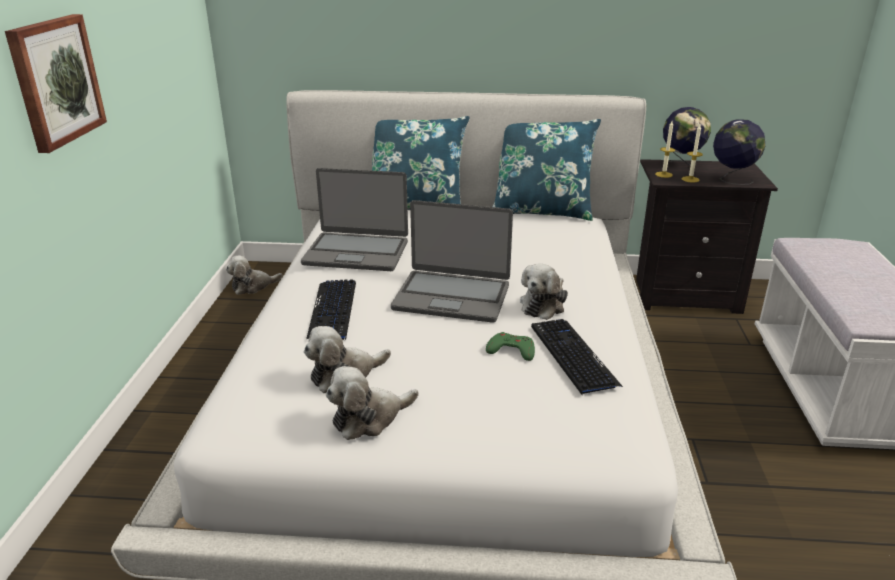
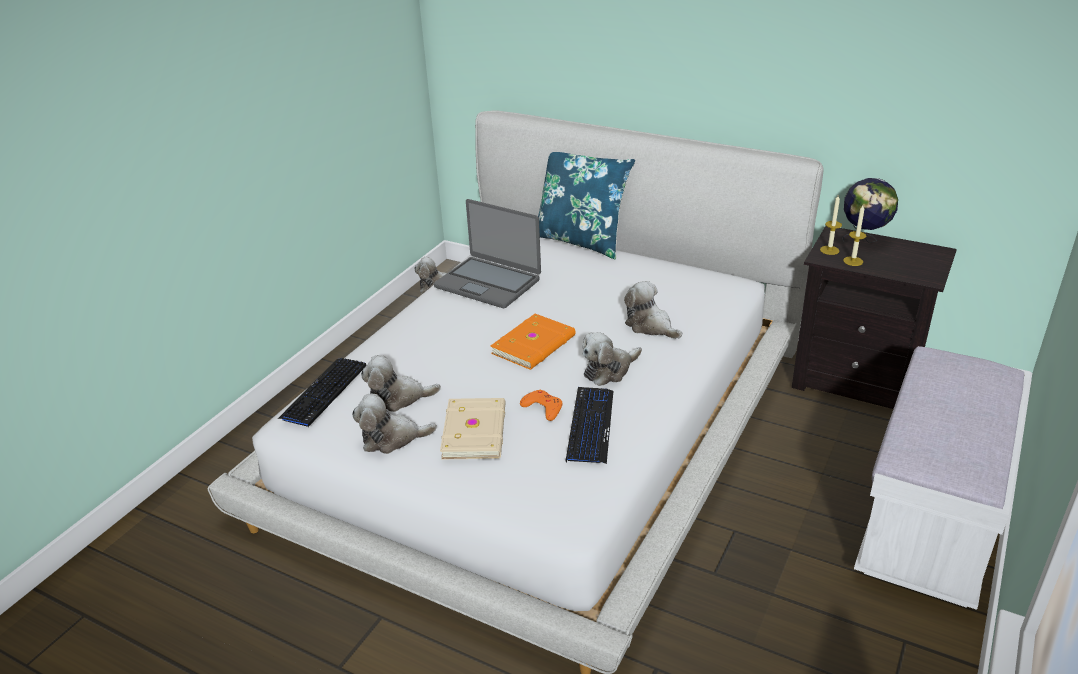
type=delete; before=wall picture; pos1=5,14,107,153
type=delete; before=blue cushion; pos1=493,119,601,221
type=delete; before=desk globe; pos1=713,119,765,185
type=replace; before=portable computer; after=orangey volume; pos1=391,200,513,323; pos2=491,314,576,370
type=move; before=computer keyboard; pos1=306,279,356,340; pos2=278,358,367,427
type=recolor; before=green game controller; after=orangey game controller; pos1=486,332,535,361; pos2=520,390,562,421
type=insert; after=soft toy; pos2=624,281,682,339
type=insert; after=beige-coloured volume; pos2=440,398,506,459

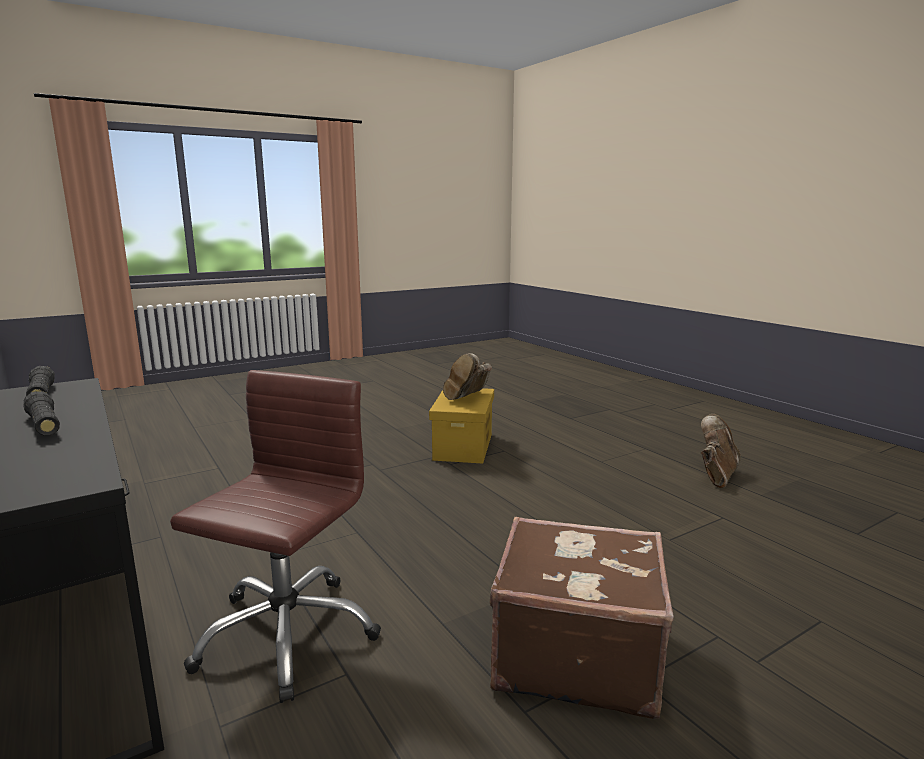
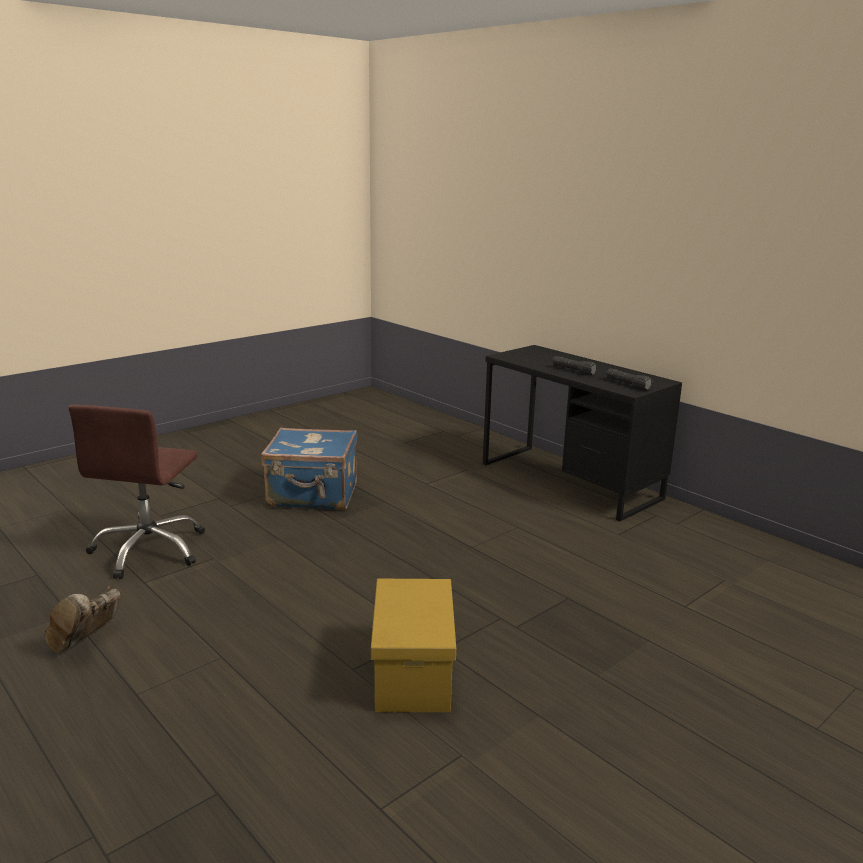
type=delete; before=brown-coloured boot; pos1=443,353,492,400
type=move; before=brown-coloured desk chair; pos1=170,370,381,703; pos2=68,405,205,579
type=recolor; before=brown-coloured piece of luggage; after=blue piece of luggage; pos1=490,517,674,719; pos2=261,427,357,510

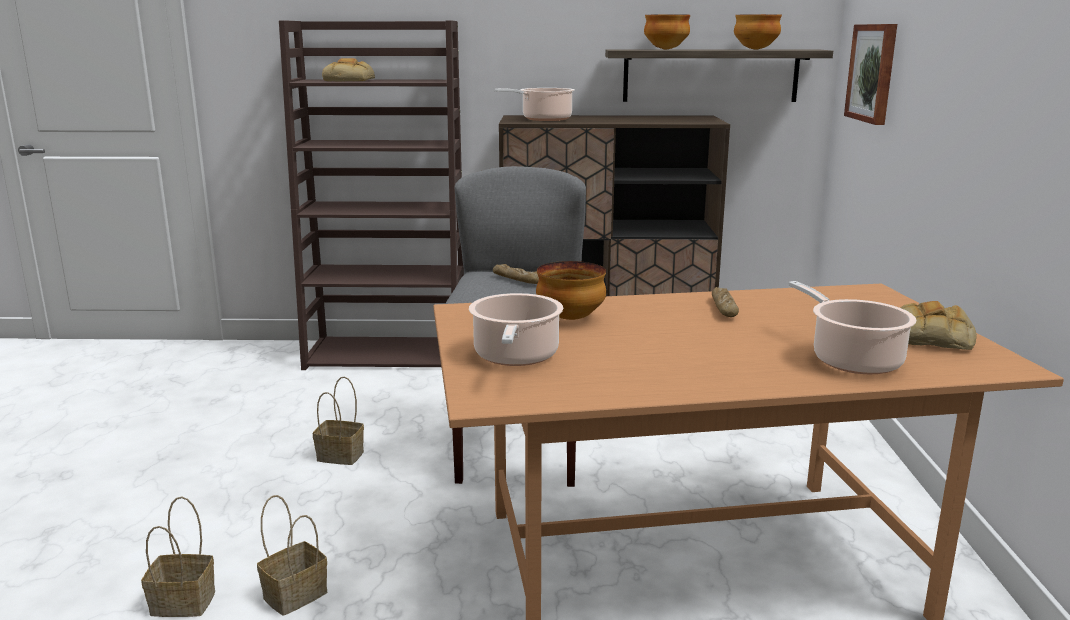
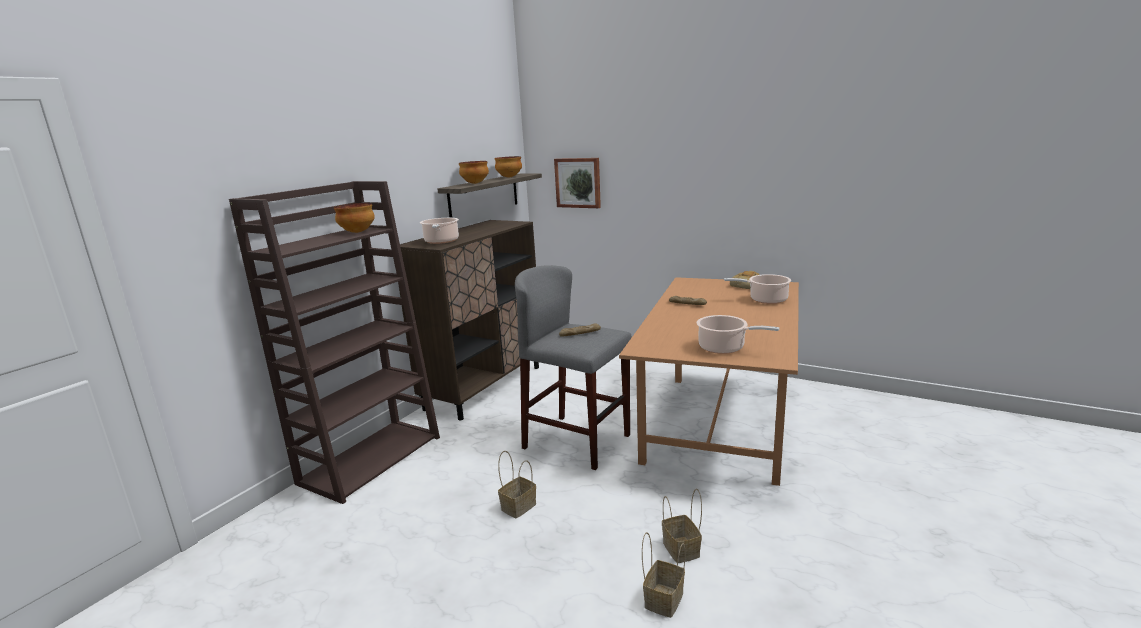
type=delete; before=baked bread; pos1=322,58,375,82
type=move; before=bowl; pos1=536,261,606,320; pos2=334,203,375,233

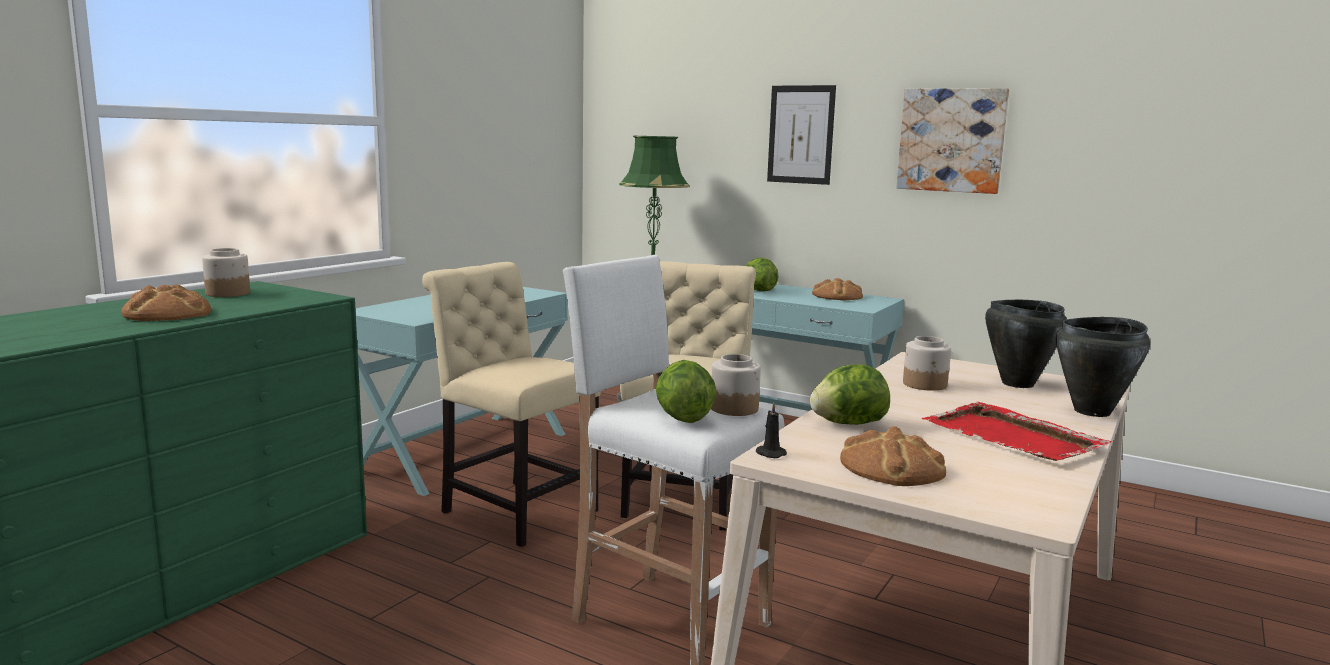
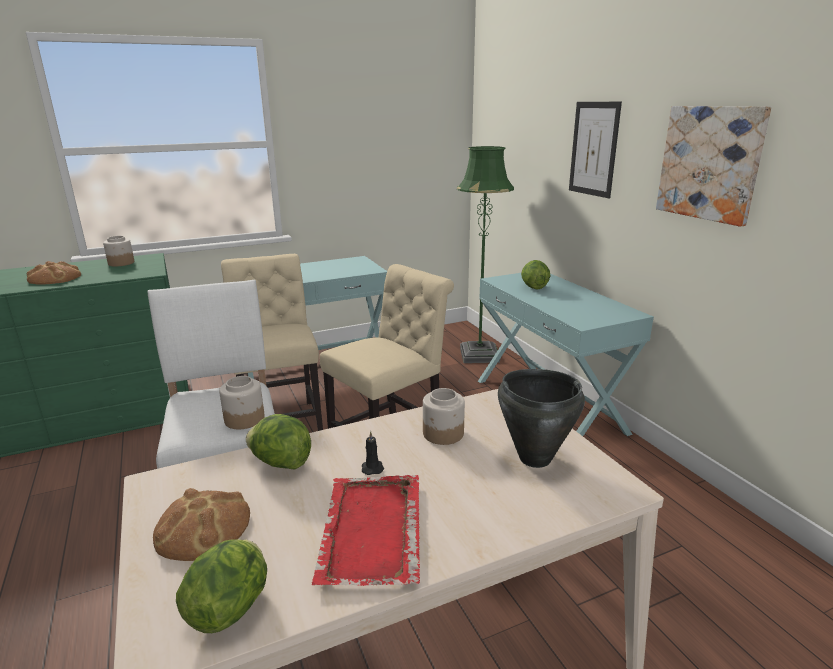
type=delete; before=baked bread; pos1=812,278,863,300
type=delete; before=black-coloured cooking pot; pos1=1056,317,1150,417
type=move; before=head of lettuce; pos1=656,360,717,423; pos2=176,539,267,633
type=move; before=black-coloured wax light; pos1=756,402,787,458; pos2=362,431,384,475

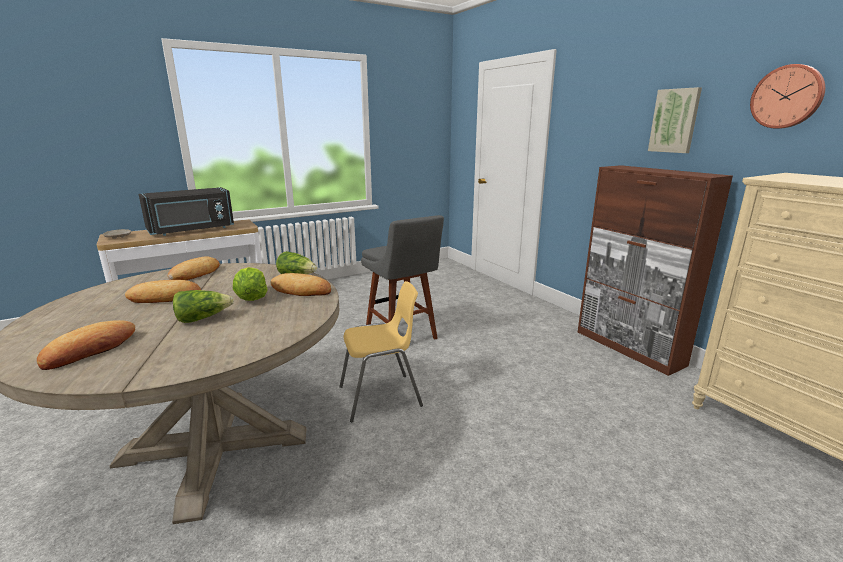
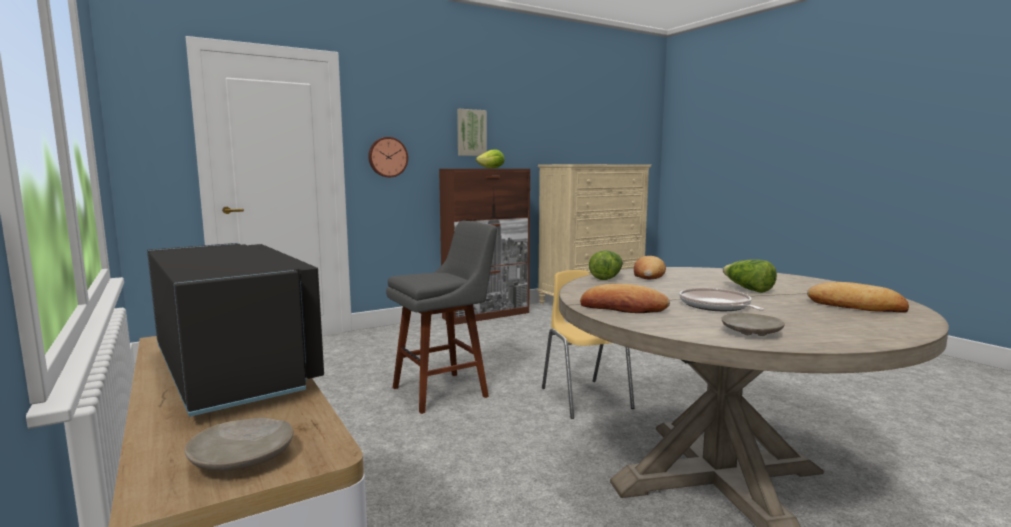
type=move; before=clock on the wall; pos1=750,64,825,129; pos2=368,137,408,177
type=move; before=head of lettuce; pos1=233,267,268,301; pos2=476,149,505,168
type=replace; before=baked bread; after=frying pan; pos1=125,280,201,303; pos2=679,288,765,311
type=insert; after=beige-coloured plate; pos2=721,313,785,336

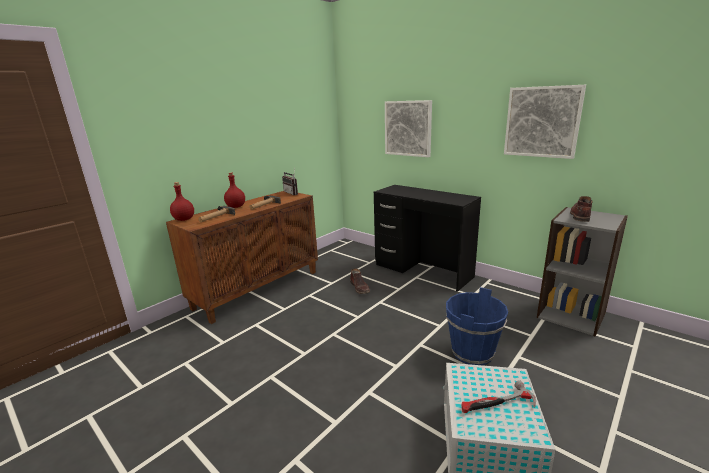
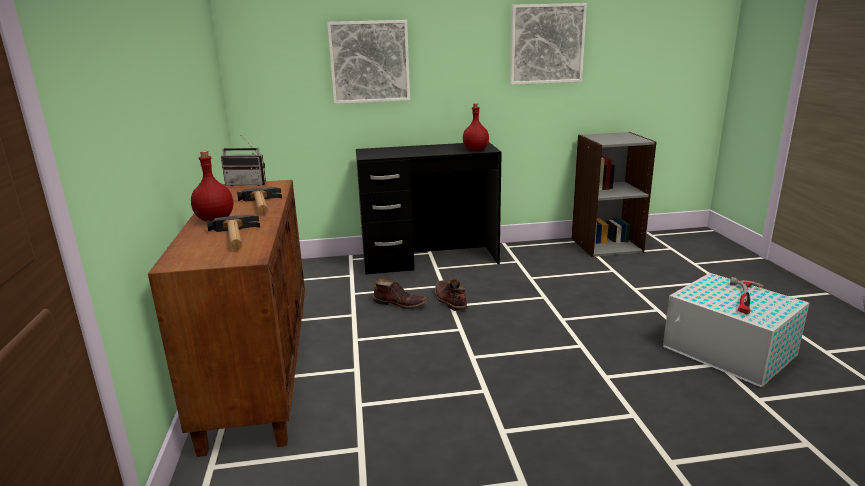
type=move; before=red drink bottle; pos1=170,182,194,221; pos2=463,103,489,151
type=move; before=brown-coloured boot; pos1=570,196,593,222; pos2=435,279,467,311
type=delete; before=blue pail; pos1=446,287,508,365

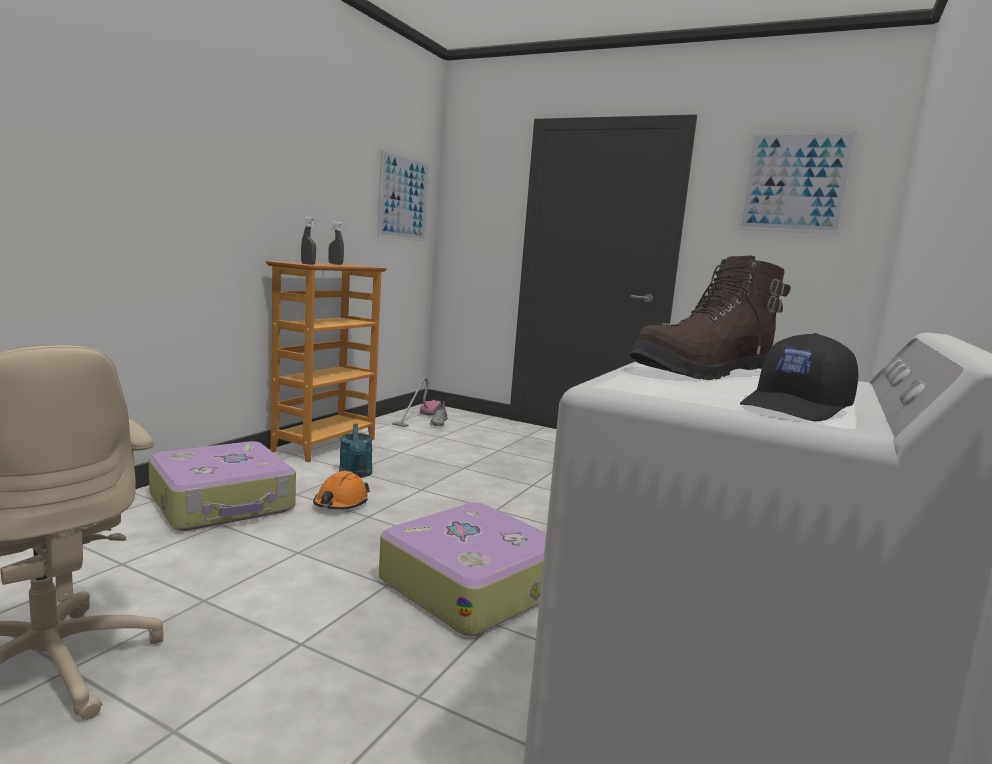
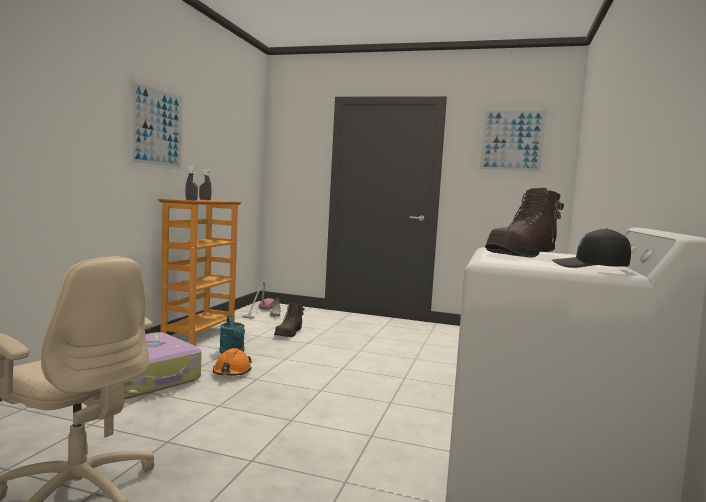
type=move; before=wall picture; pos1=377,149,430,242; pos2=129,78,183,170
type=rotate; before=black-coloured cap; pos1=740,333,858,421; pos2=552,228,631,268; turn=75
type=delete; before=piece of luggage; pos1=379,503,546,636
type=insert; after=brown-coloured boot; pos2=274,303,305,337

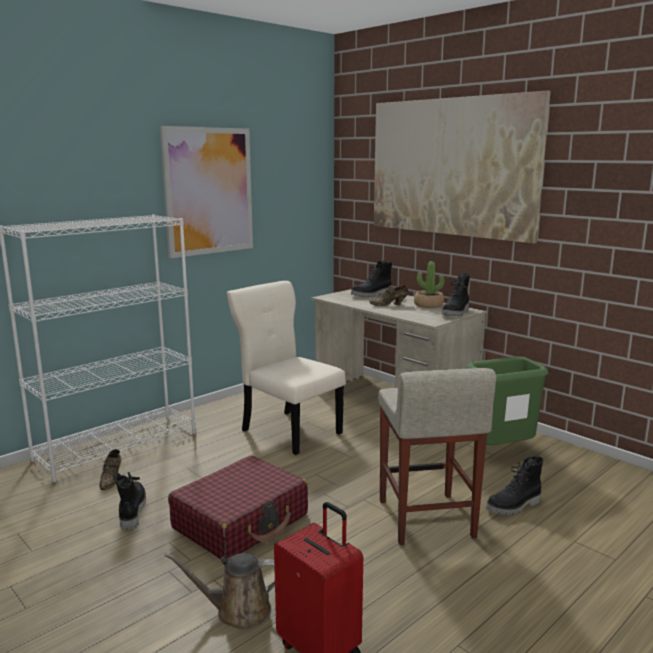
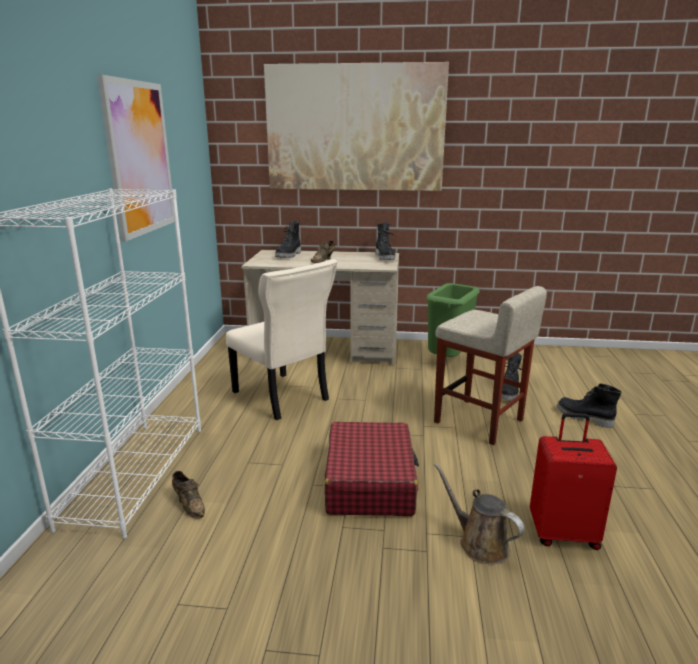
type=delete; before=plant in a pot; pos1=414,261,444,308
type=rotate; before=beige-coloured plain chair; pos1=227,281,346,455; pos2=226,259,337,420; turn=-135
type=move; before=black-coloured boot; pos1=115,472,146,530; pos2=557,383,621,428
type=rotate; before=brown-coloured watering pot; pos1=164,553,275,629; pos2=434,463,525,564; turn=90

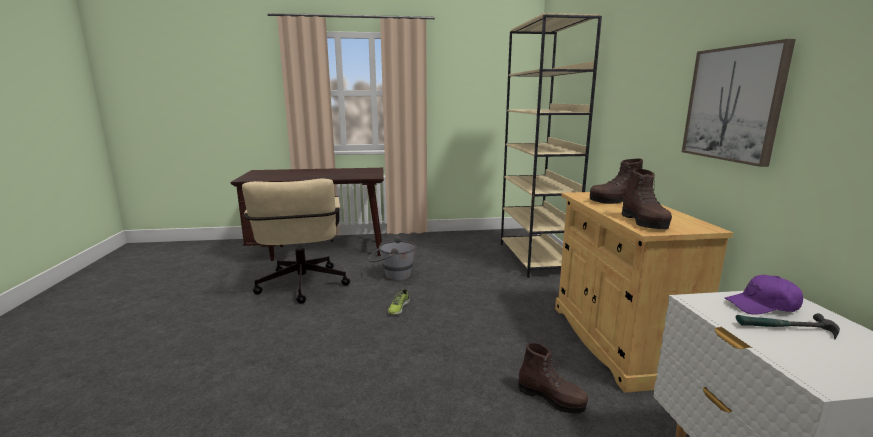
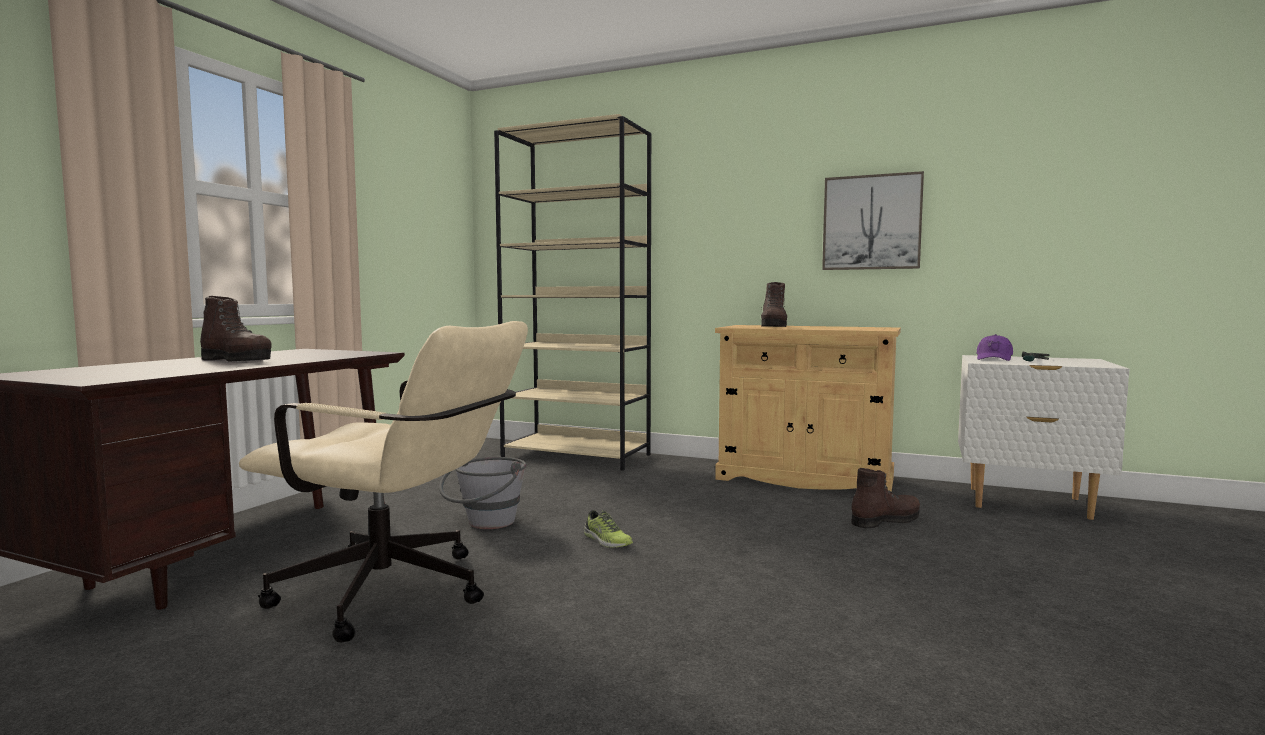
type=move; before=brown-coloured boot; pos1=622,168,672,229; pos2=200,296,272,361

